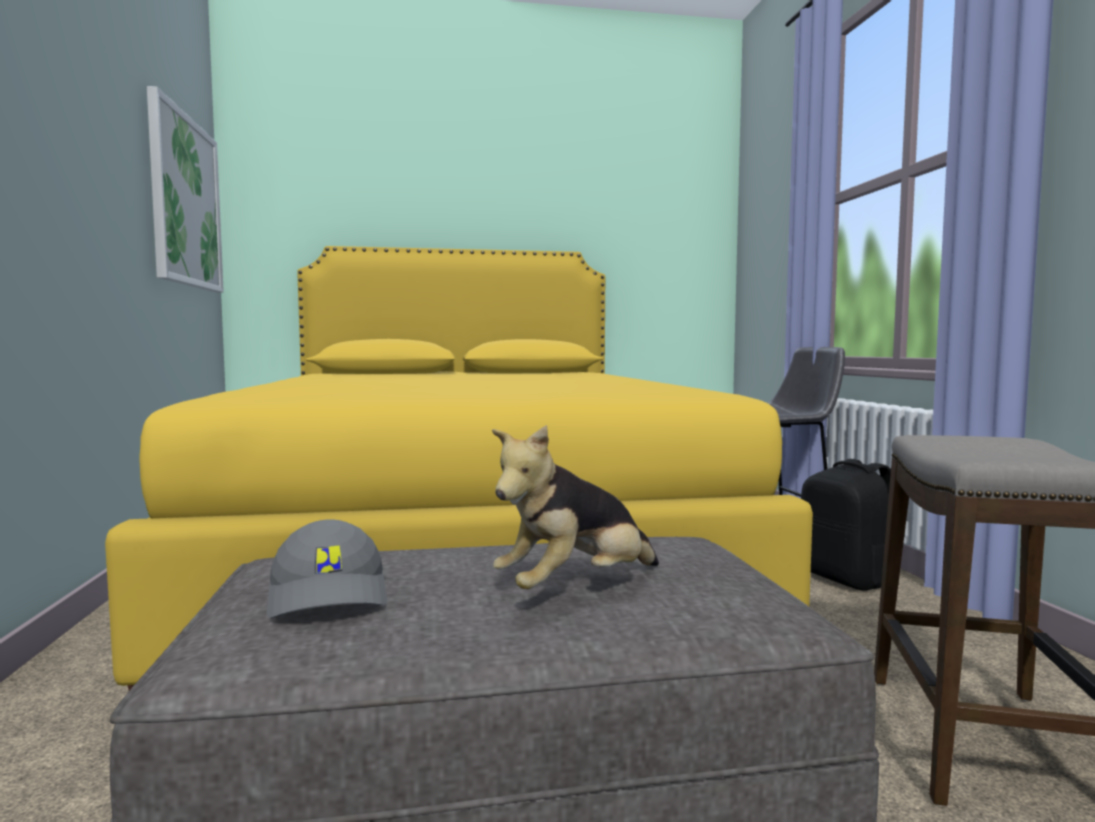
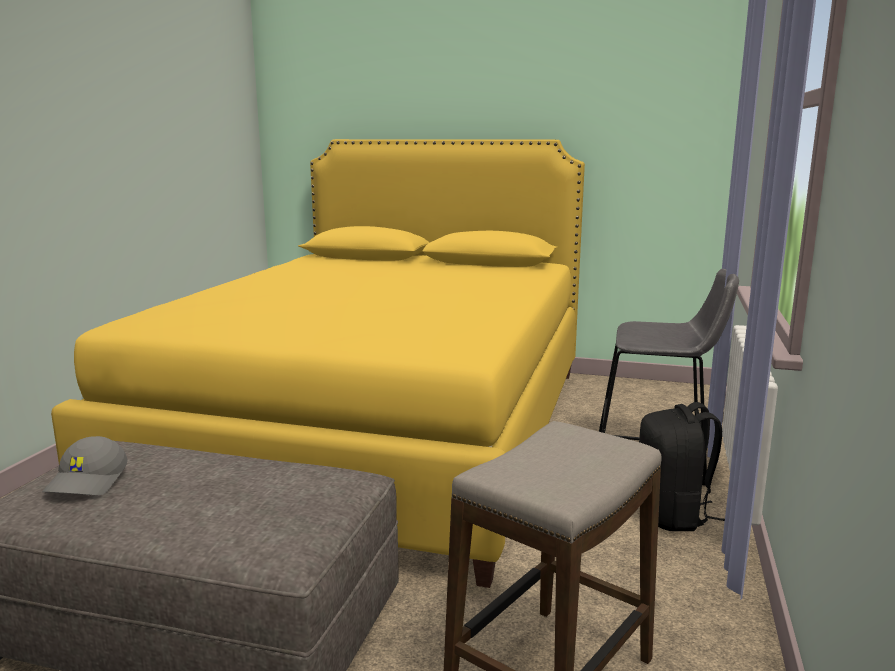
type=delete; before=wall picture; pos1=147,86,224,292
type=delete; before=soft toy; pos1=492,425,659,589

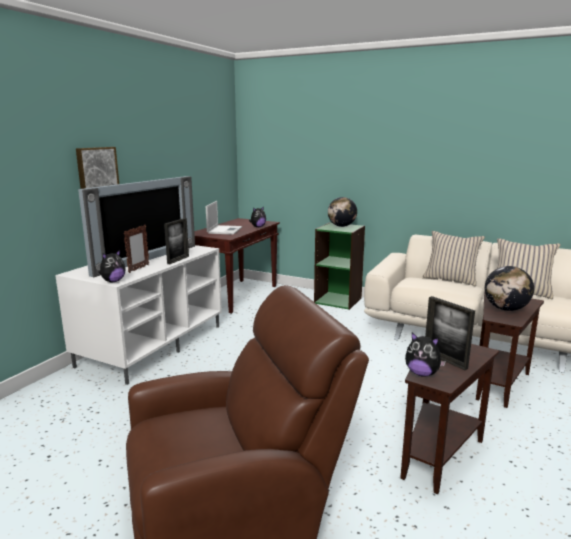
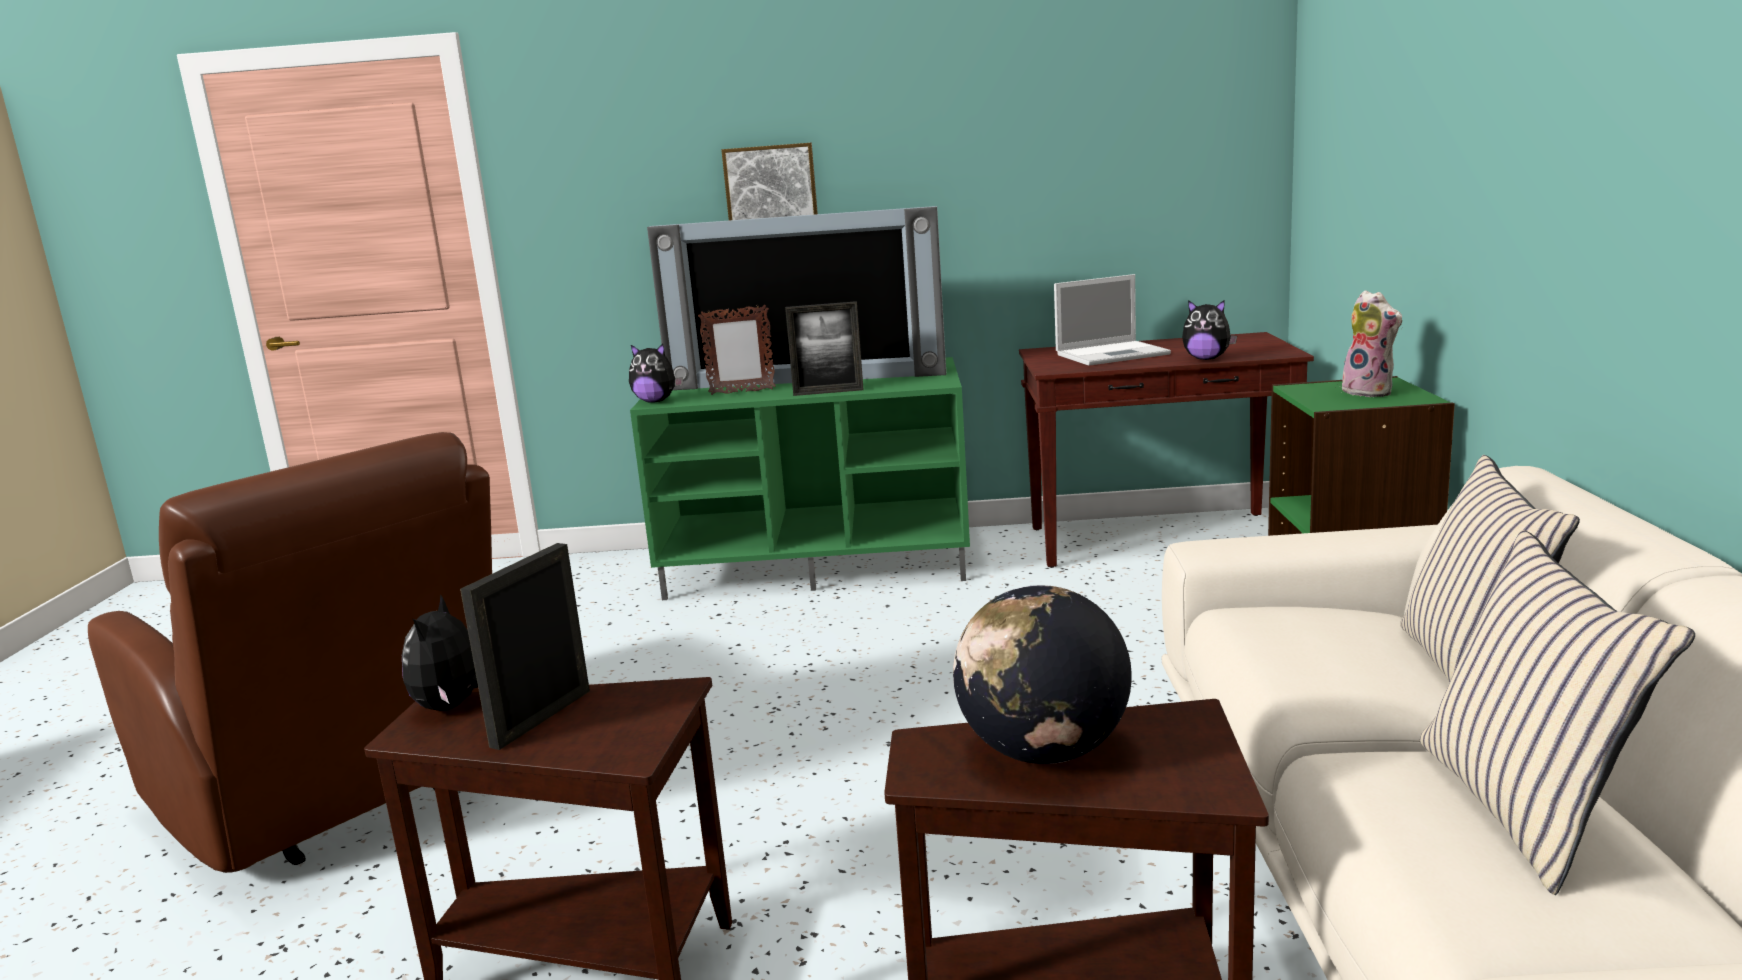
type=replace; before=desk globe; after=soft toy; pos1=328,197,357,227; pos2=1342,290,1402,397
type=recolor; before=white-coloured tv unit; after=green tv unit; pos1=55,245,222,385; pos2=630,357,970,600

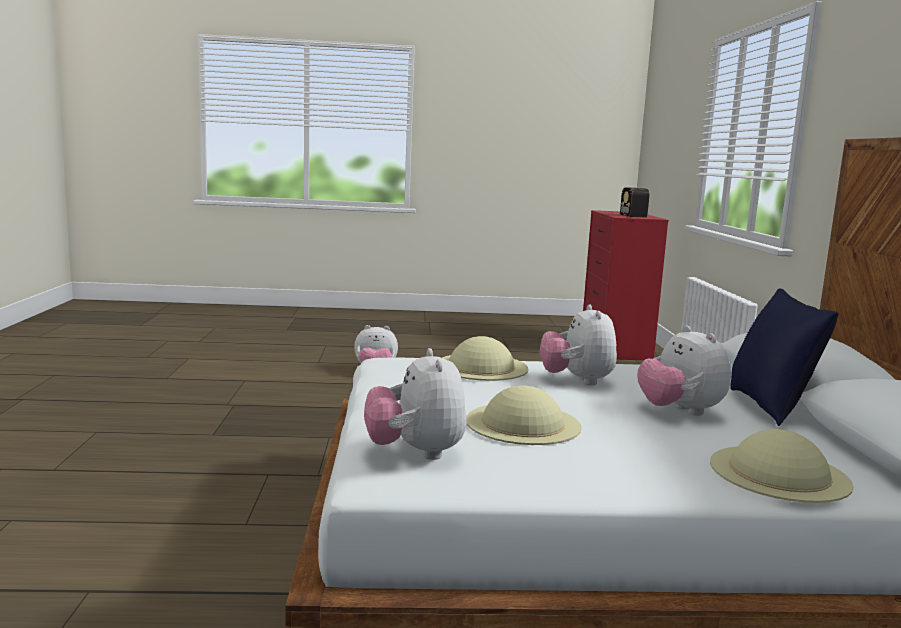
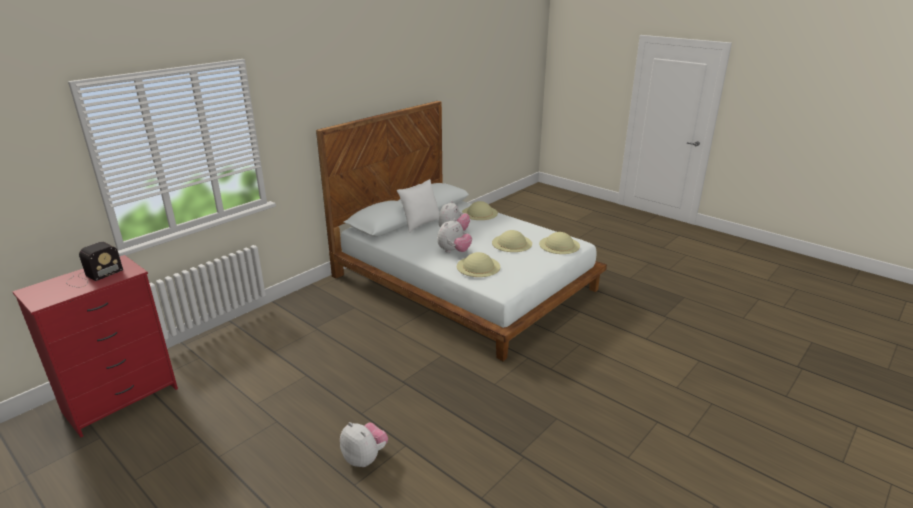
type=recolor; before=blue cushion; after=white-coloured cushion; pos1=730,288,839,426; pos2=397,179,440,233
type=replace; before=soft toy; after=beige-coloured clothing hat; pos1=364,348,467,460; pos2=539,232,580,254

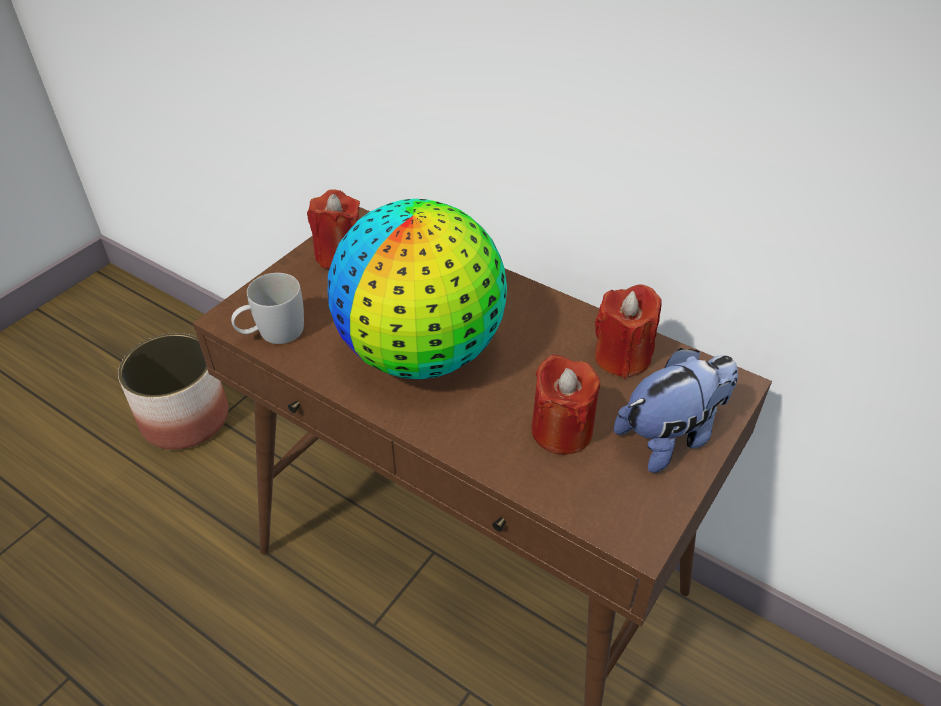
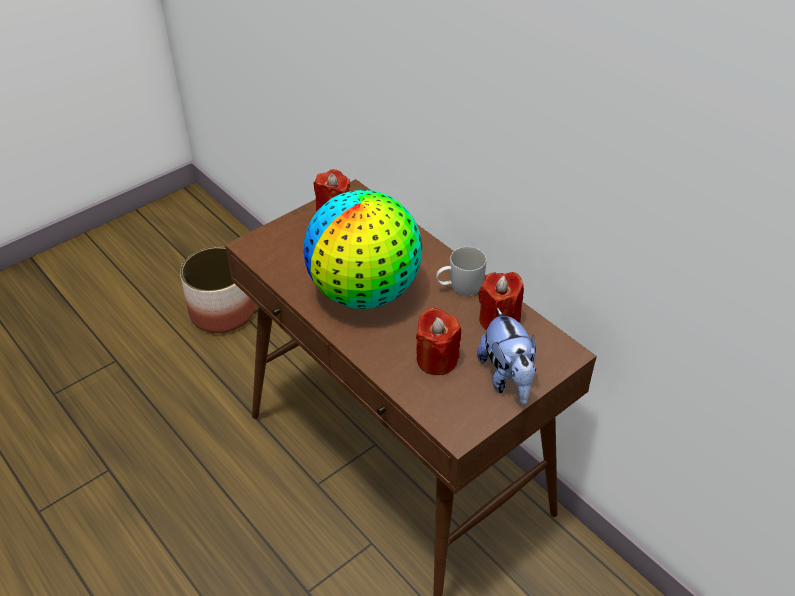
type=move; before=white-coloured coffee mug; pos1=231,273,304,344; pos2=436,247,486,296
type=rotate; before=soft toy; pos1=614,348,738,473; pos2=477,308,536,404; turn=90

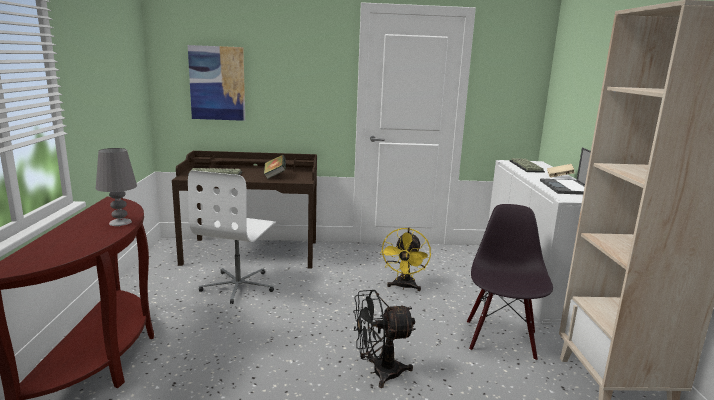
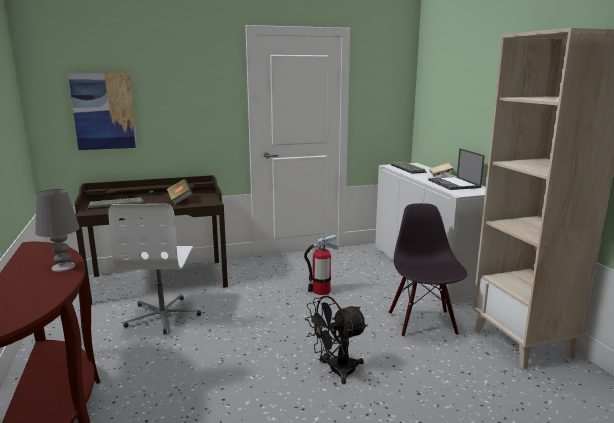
type=replace; before=yellow cooling fan; after=fire extinguisher; pos1=380,228,431,291; pos2=304,235,338,295

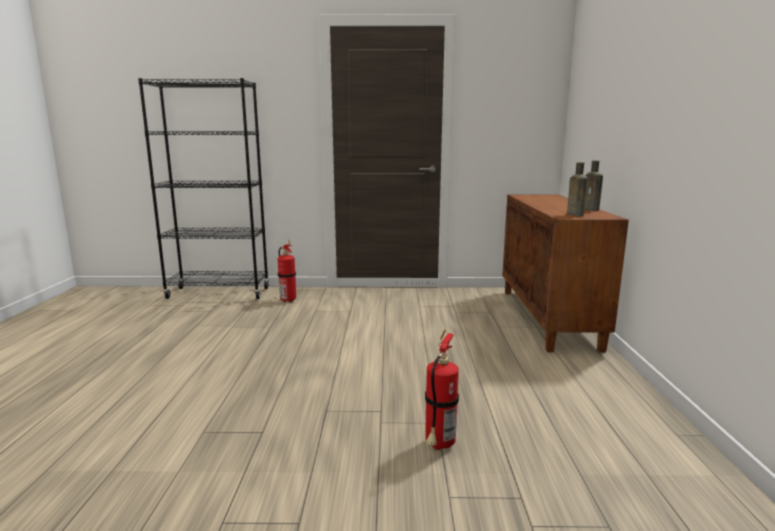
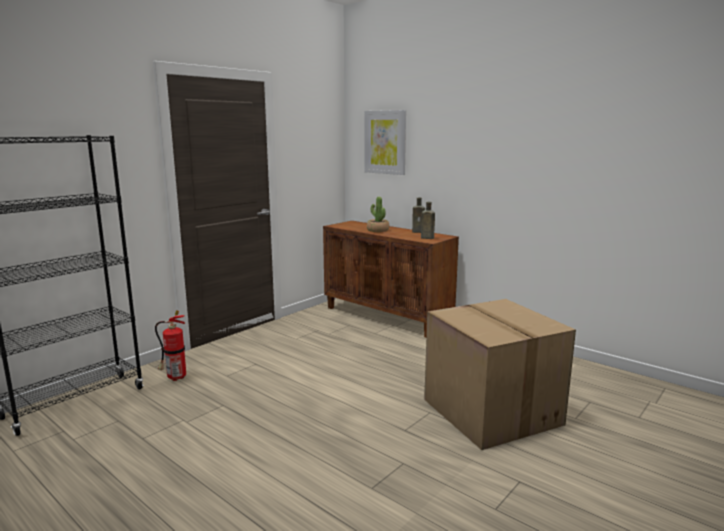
type=replace; before=fire extinguisher; after=packing box; pos1=425,330,459,450; pos2=424,299,576,450
type=insert; after=wall picture; pos2=364,110,406,175
type=insert; after=plant in a pot; pos2=367,197,389,232

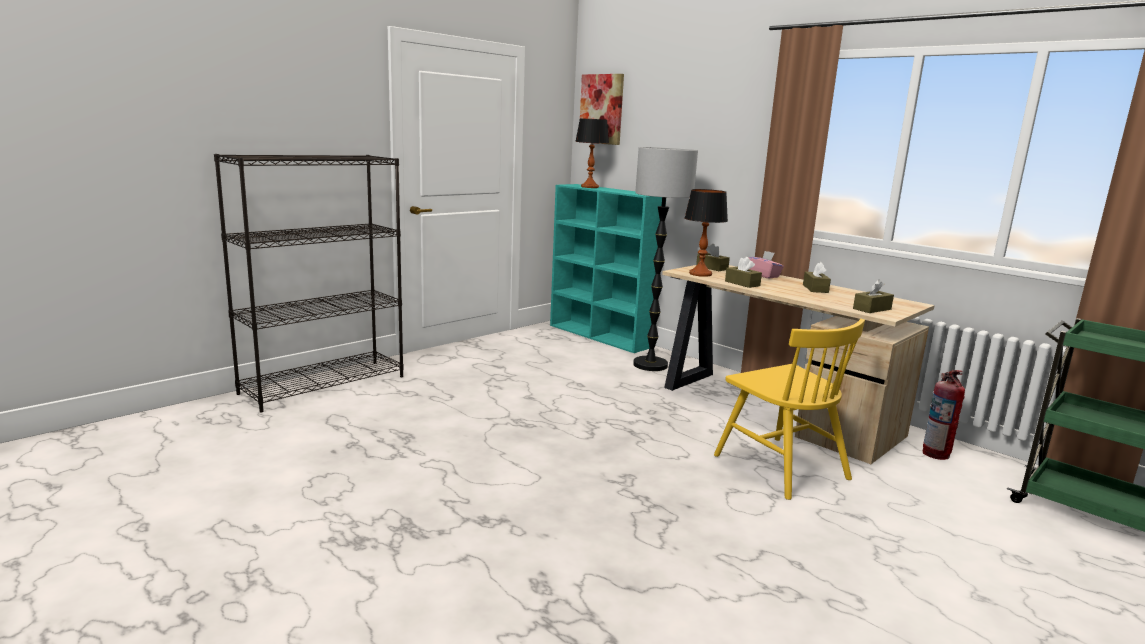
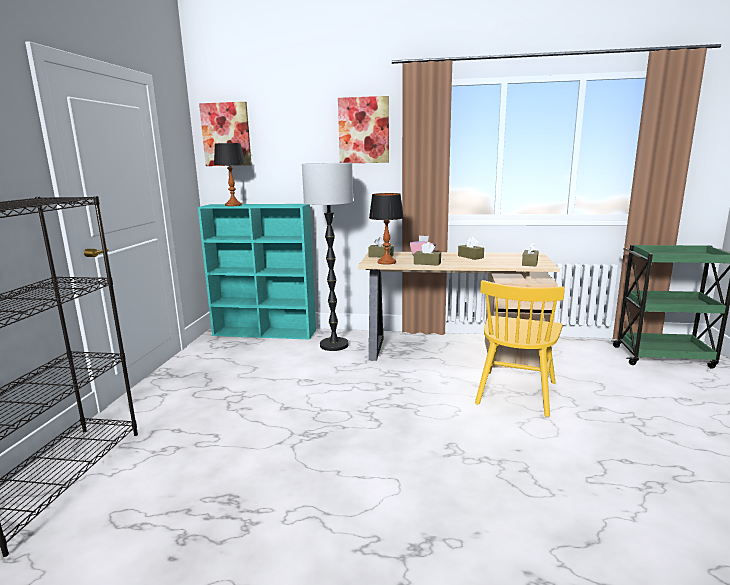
type=rotate; before=yellow plain chair; pos1=714,319,865,500; pos2=475,280,565,417; turn=90
type=delete; before=fire extinguisher; pos1=922,370,965,460
type=insert; after=wall picture; pos2=338,96,389,163

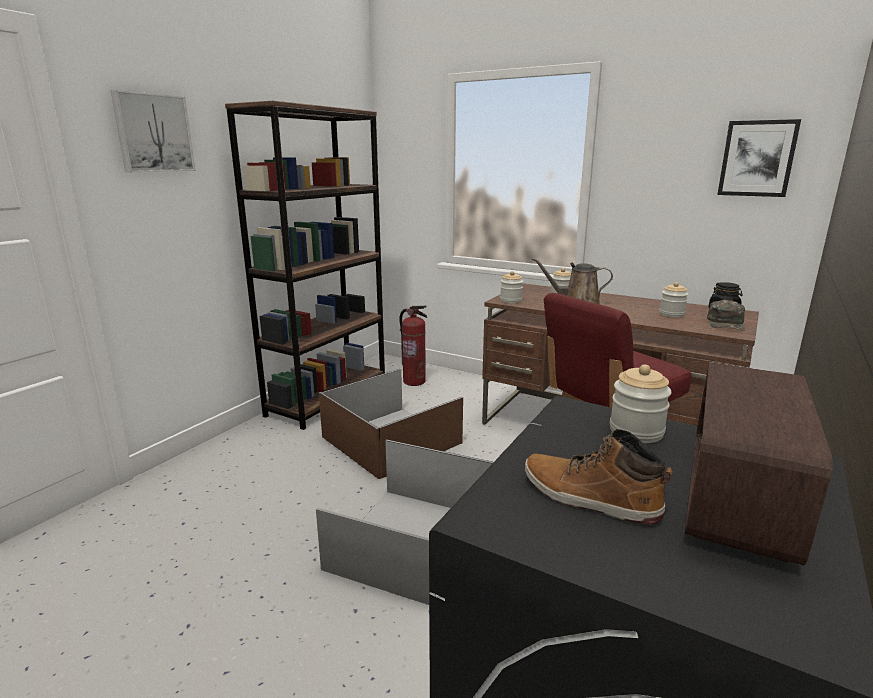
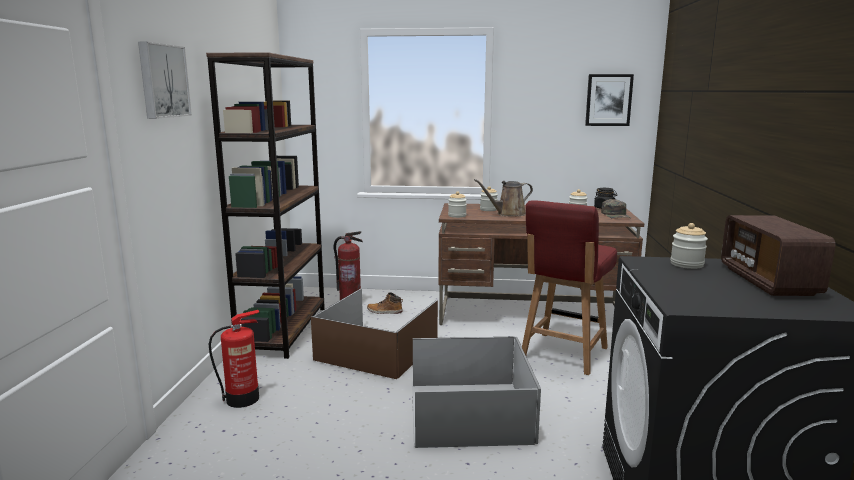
type=move; before=boot; pos1=525,429,673,525; pos2=367,292,403,314
type=insert; after=fire extinguisher; pos2=208,310,260,408

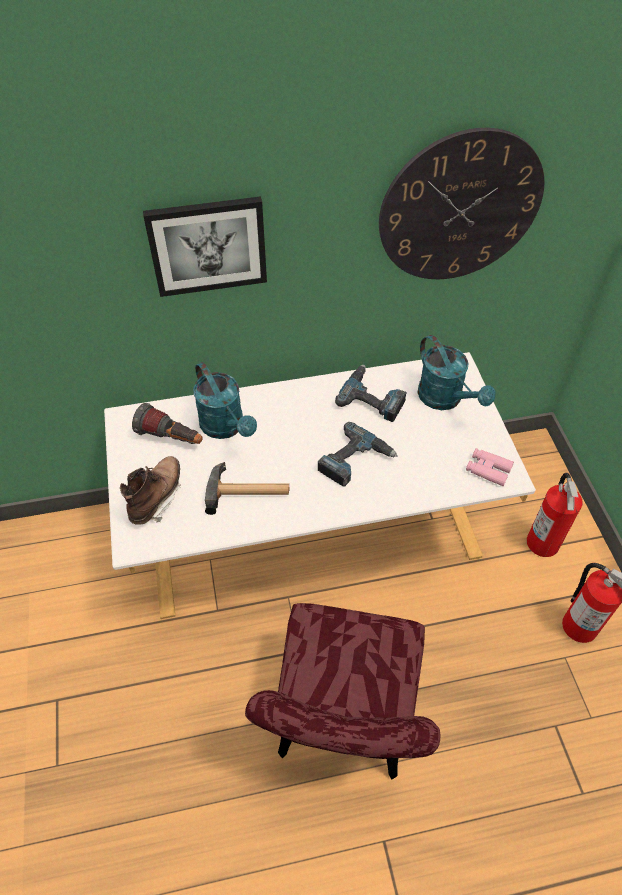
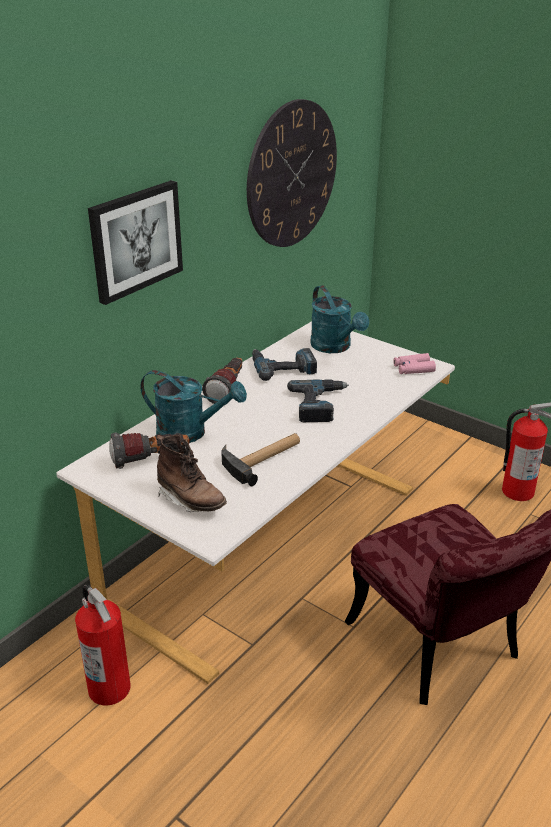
type=rotate; before=turquoise-coloured watering pot; pos1=417,335,496,410; pos2=310,285,369,353; turn=45
type=rotate; before=brown-coloured boot; pos1=120,456,181,525; pos2=156,435,227,512; turn=150
type=move; before=fire extinguisher; pos1=527,473,583,557; pos2=75,585,131,706
type=insert; after=flashlight; pos2=202,358,243,404

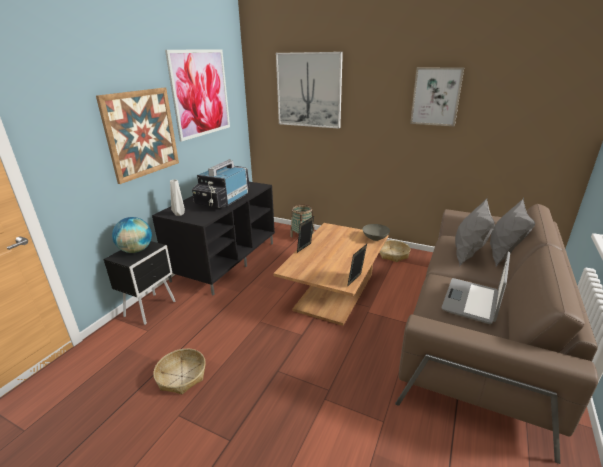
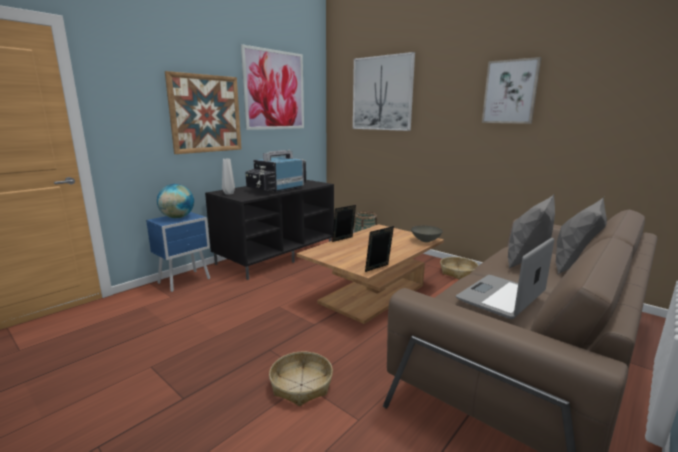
type=recolor; before=black-coloured bedside table; after=blue bedside table; pos1=103,241,175,325; pos2=146,212,210,292
type=move; before=household basket; pos1=153,348,206,395; pos2=269,351,333,406

